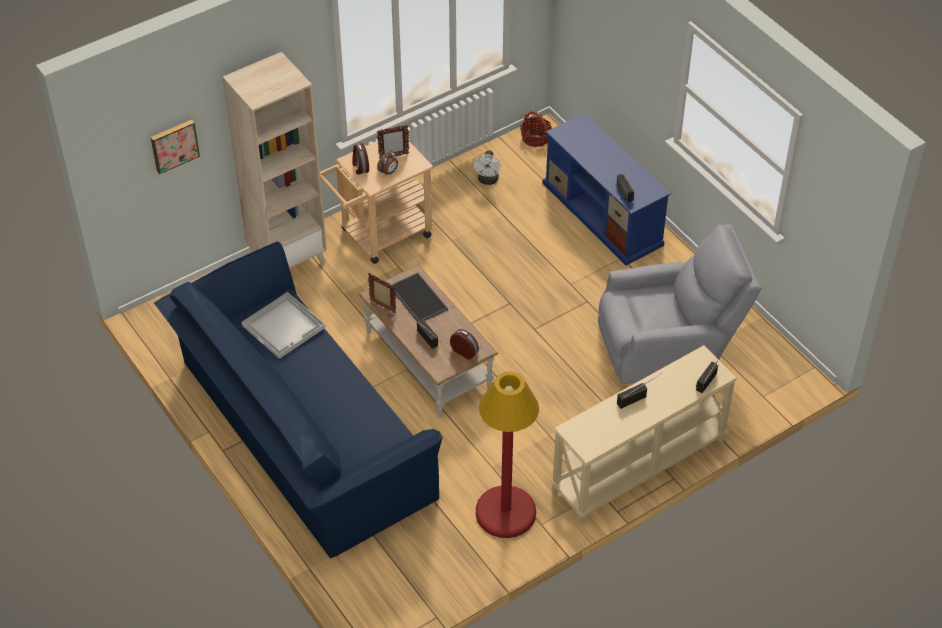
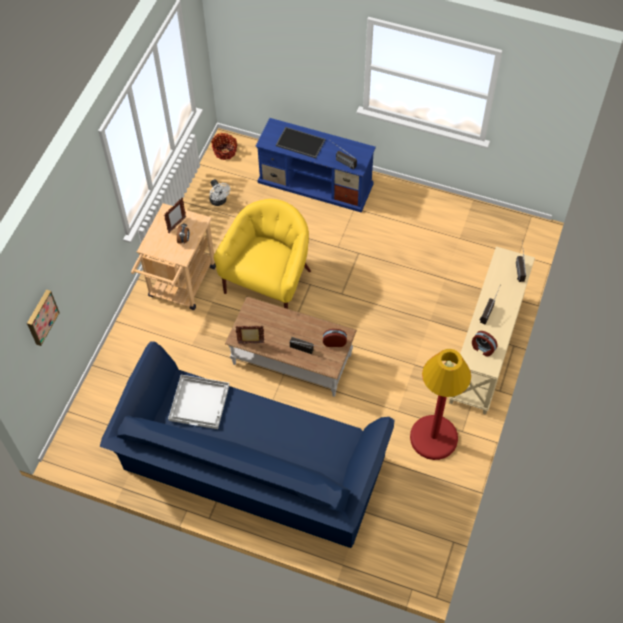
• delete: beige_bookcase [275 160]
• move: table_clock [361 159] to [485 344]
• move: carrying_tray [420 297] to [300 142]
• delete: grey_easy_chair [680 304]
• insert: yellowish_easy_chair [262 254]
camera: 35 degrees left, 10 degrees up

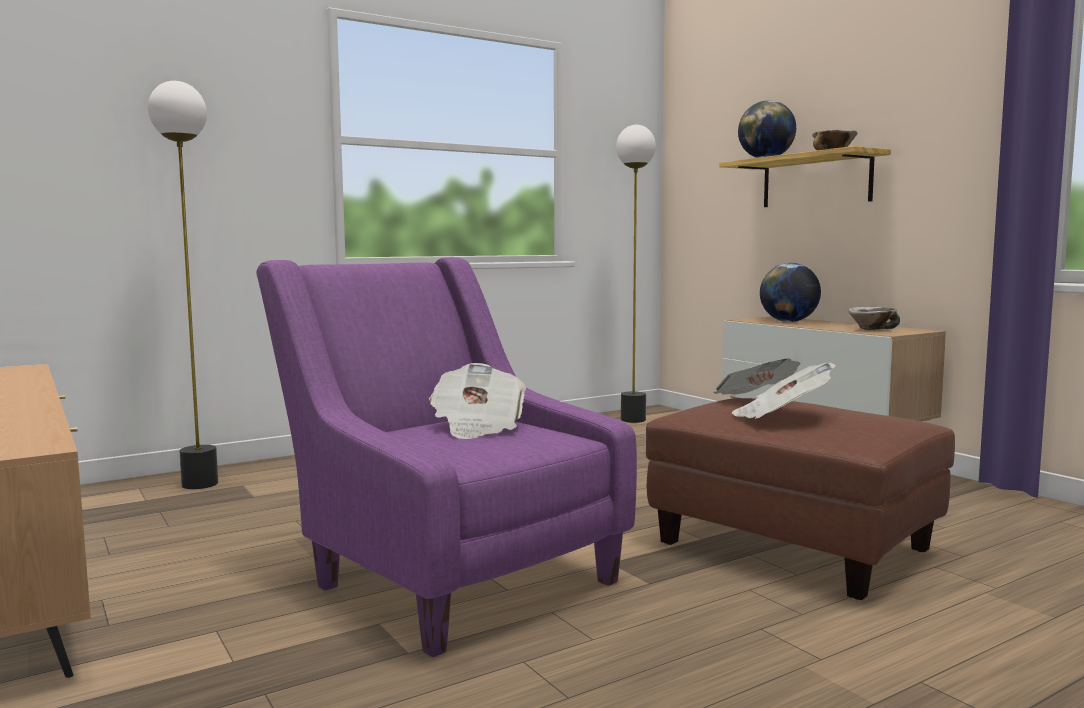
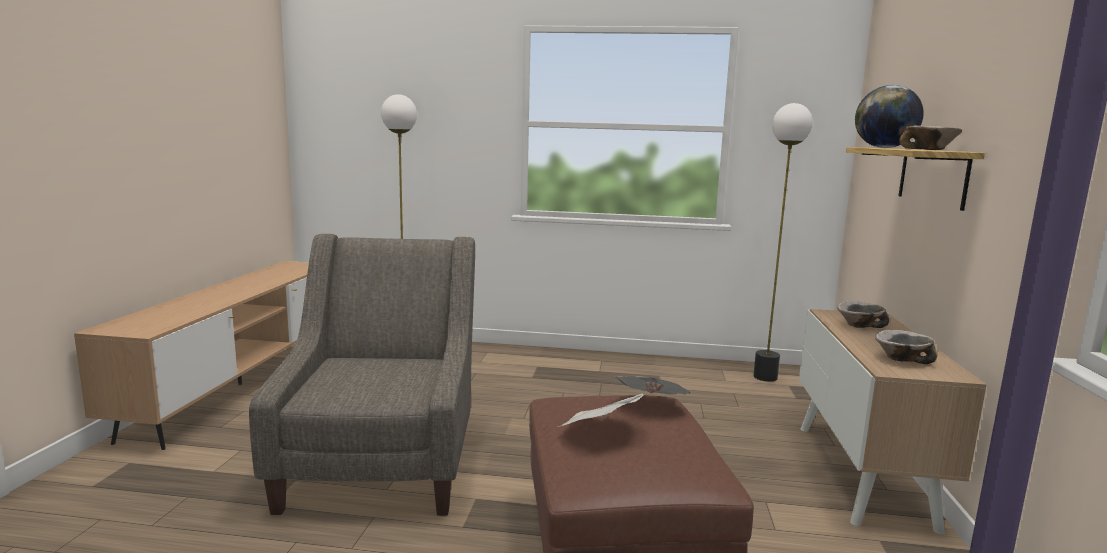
• recolor: purple_easy_chair [446 457] to grey_easy_chair [362 375]
• delete: daily_paper [477 401]
• replace: world_globe [790 292] to serving_bowl [863 314]
camera: 40 degrees right, 5 degrees up

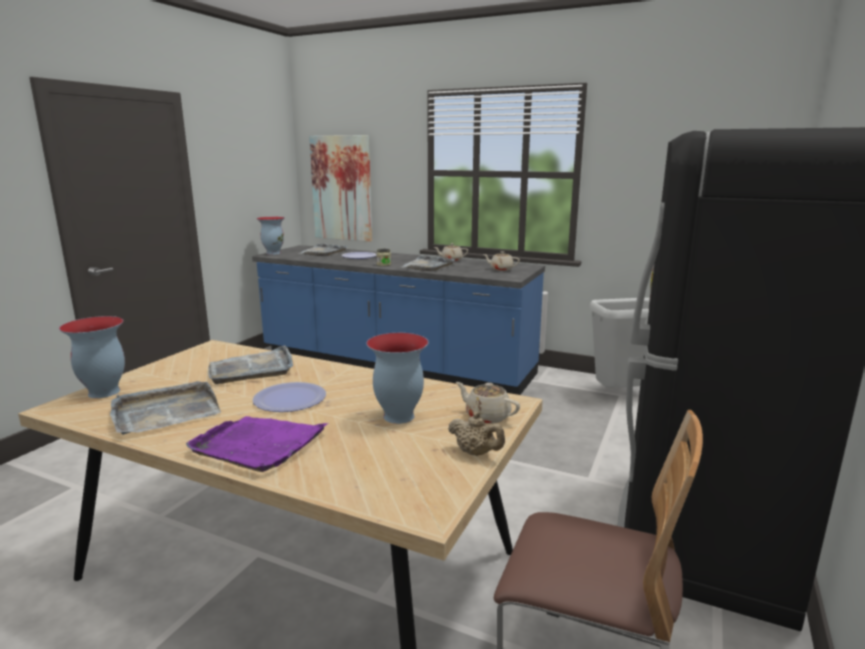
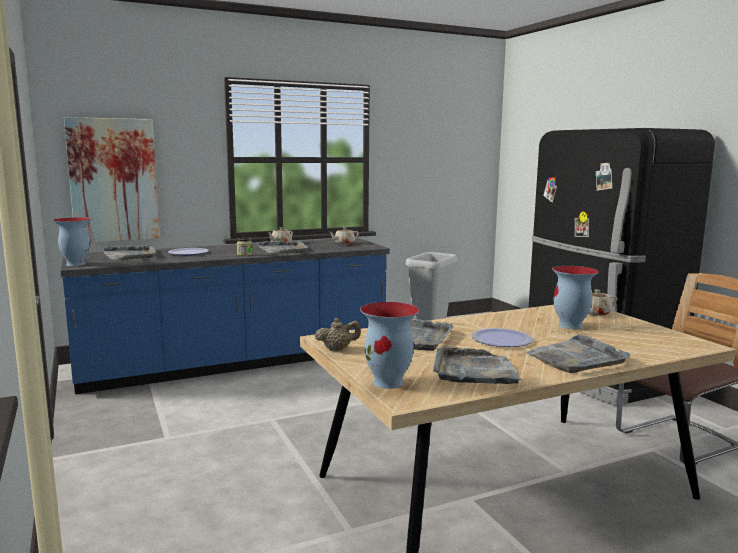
• recolor: purple_carrying_tray [257 444] to grey_carrying_tray [577 353]
• move: beige_pot_for_tea [476 434] to [338 334]
camera: 50 degrees left, 5 degrees down

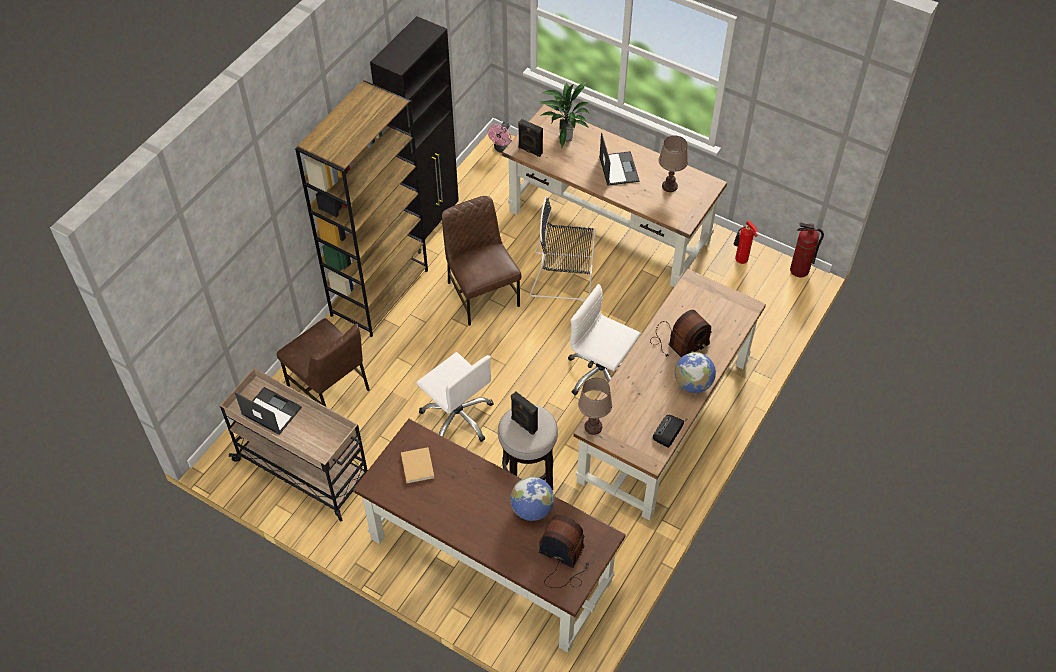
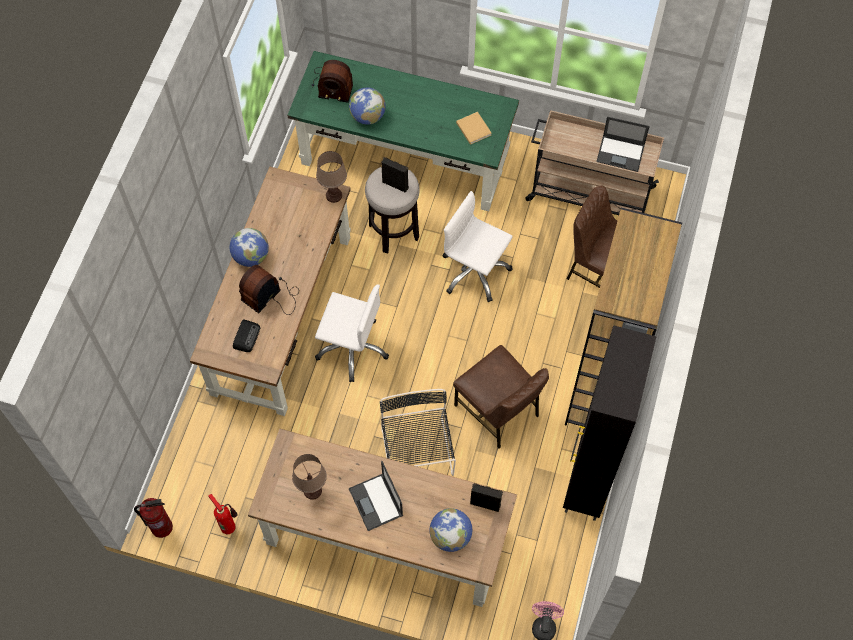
• recolor: brown_desk_unit [489 536] to greenish_desk_unit [403 131]
• rotate: black-coloured_chair [563 248] = [418 432] 90 degrees counterclockwise
• replace: plant_in_a_pot [565 114] to world_globe [451 530]
• move: radio_set [668 431] to [246 335]
camera: 165 degrees right, 10 degrees up

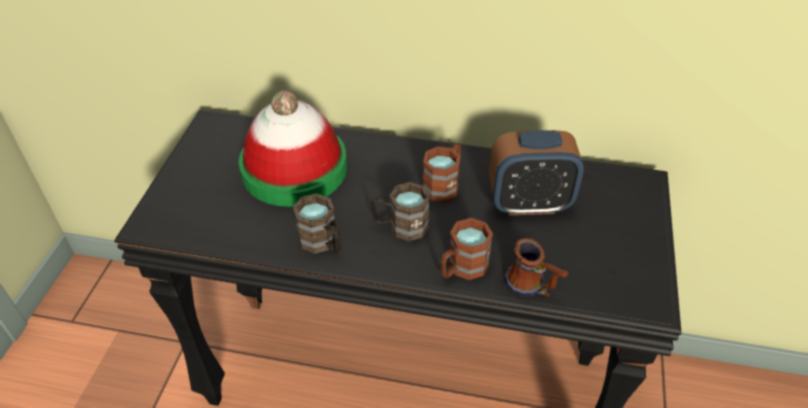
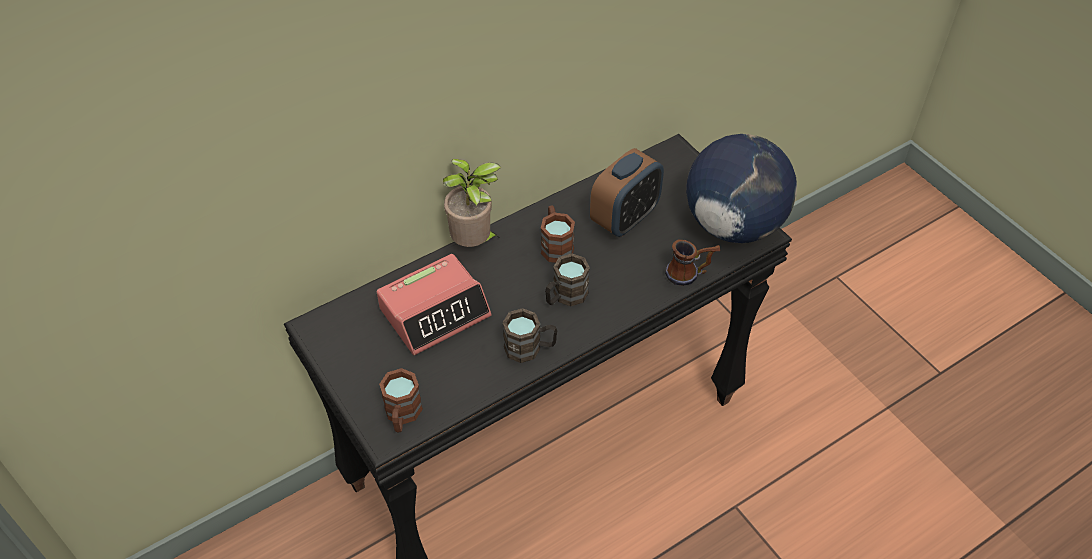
• replace: hat [293 148] to table_clock [434 304]
• move: brown_mug [467 249] to [401 400]
• insert: plant_in_a_pot [472 203]
• insert: world_globe [741 188]
camera: 45 degrees left, 5 degrees up

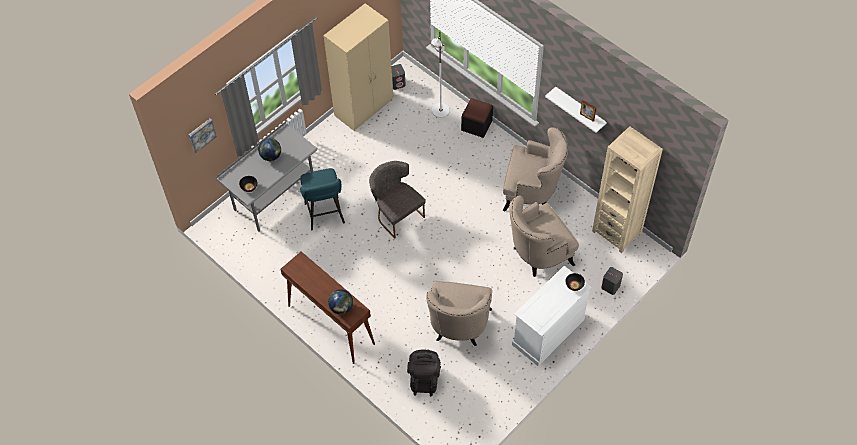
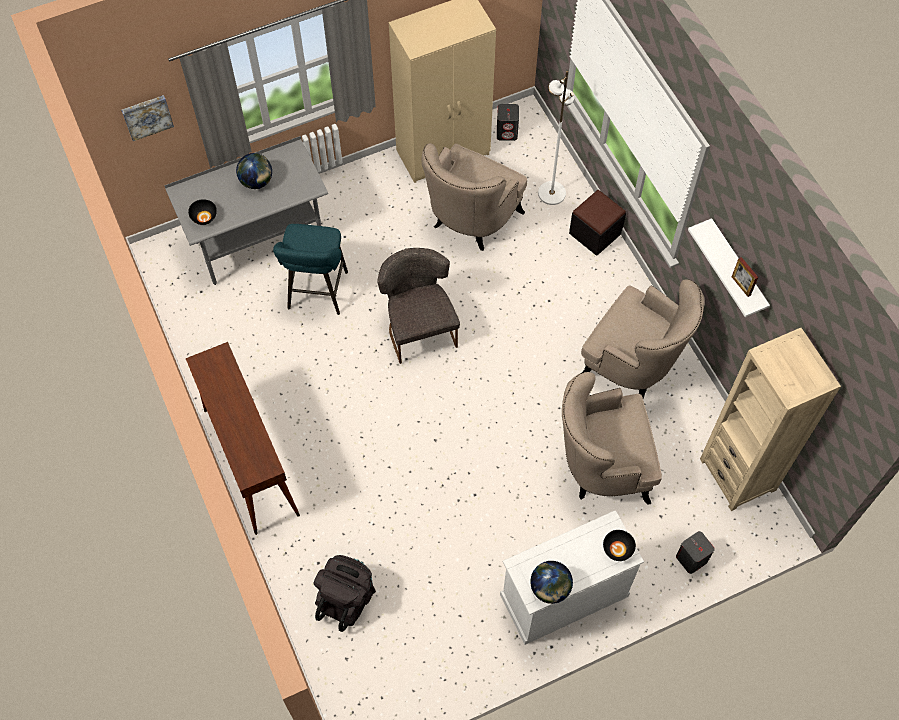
• move: world_globe [340 301] to [551 582]
• move: beige_easy_chair [459 313] to [474 197]
camera: 20 degrees right, 5 degrees up

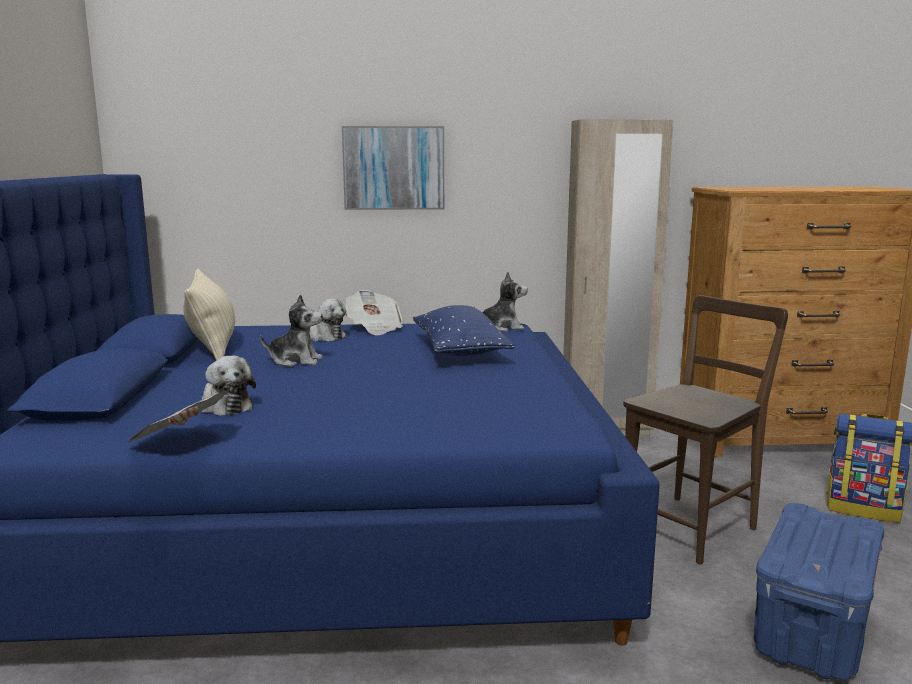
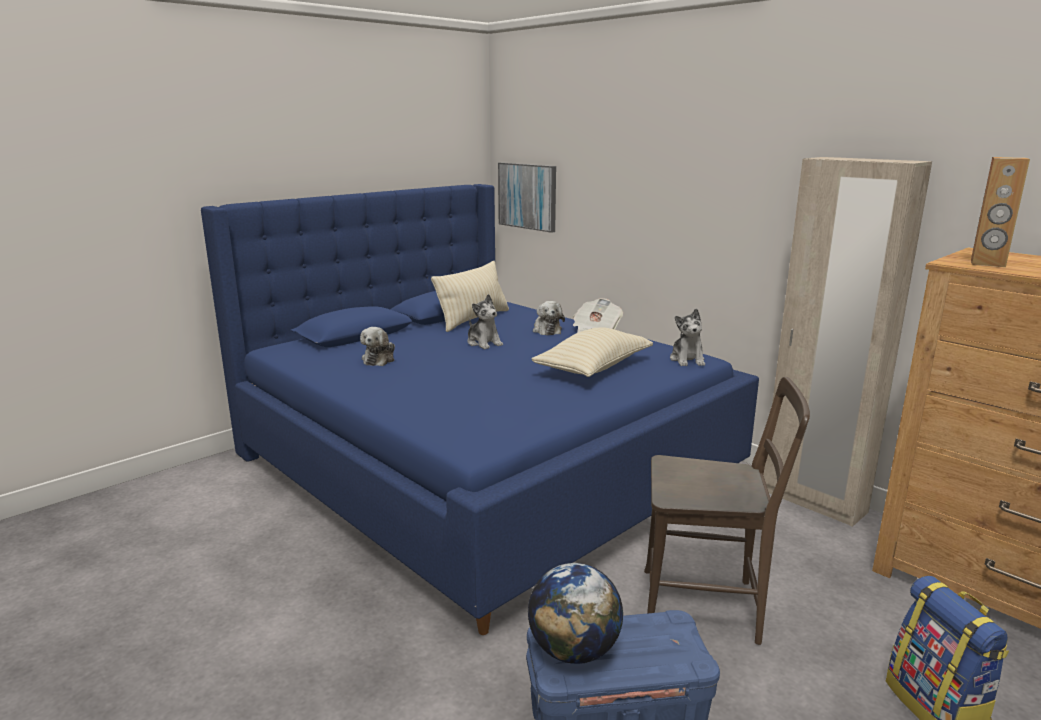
• delete: daily_paper [177 417]
• move: wall_art [393 168] to [527 197]
• recolor: blue-coloured_cushion [464 330] to beige_cushion [592 352]
• rotate: plush_toy [501 302] = [687 337] 45 degrees clockwise
• insert: world_globe [575 613]
• insert: brown_audio_speaker [1000 212]
camera: 50 degrees right, 5 degrees up

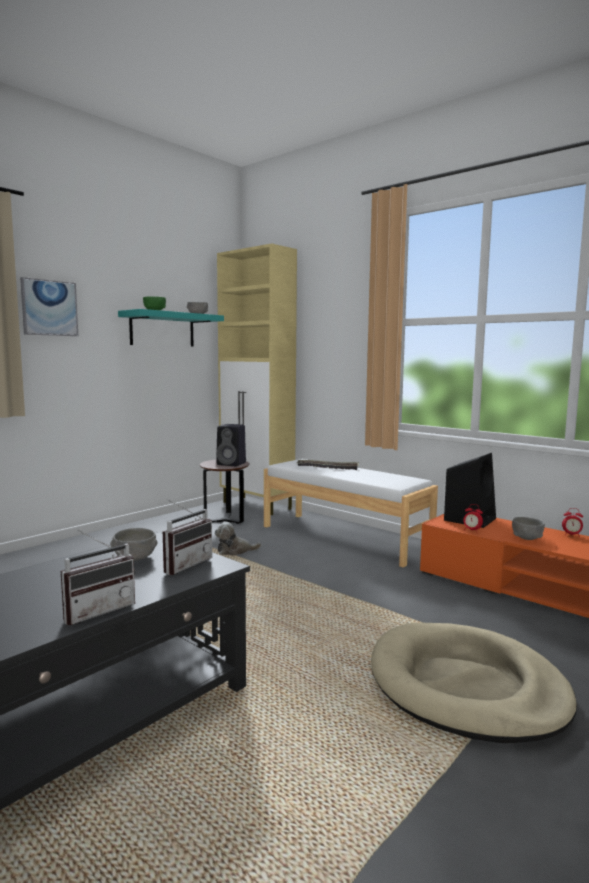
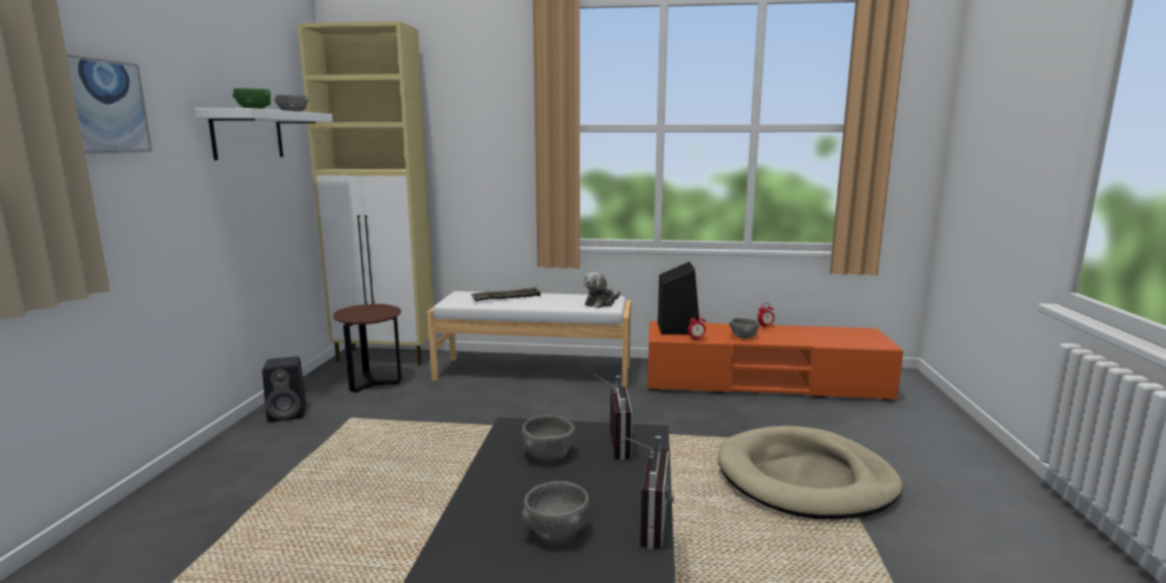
• recolor: blue-green_wall_shelf [171 327] to white-coloured_wall_shelf [263 134]
• move: plush_toy [238 539] to [601 290]
• move: black-coloured_audio_speaker [231 445] to [284 389]
• insert: grey_serving_bowl [556 511]
camera: 35 degrees left, 5 degrees up

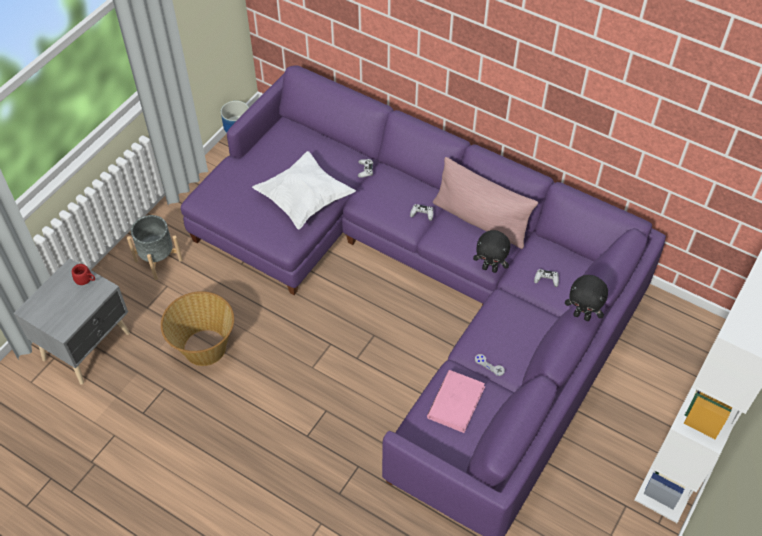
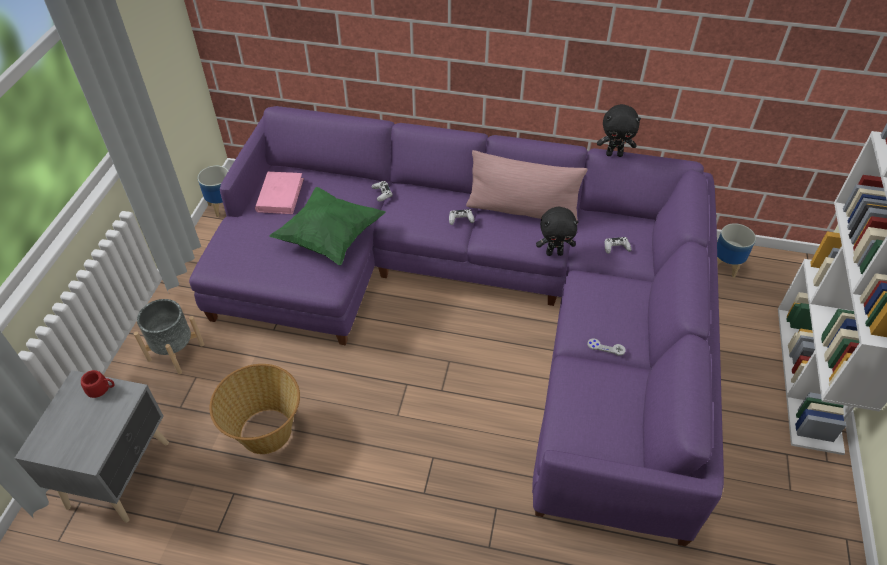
• recolor: white-coloured_cushion [304 190] to greenish_cushion [327 226]
• move: pinkish_bound_book [456 401] to [279 193]
• move: black-coloured_plush_toy [586 298] to [619 130]
• insert: flower_pot [736 250]
camera: 20 degrees left, 5 degrees down

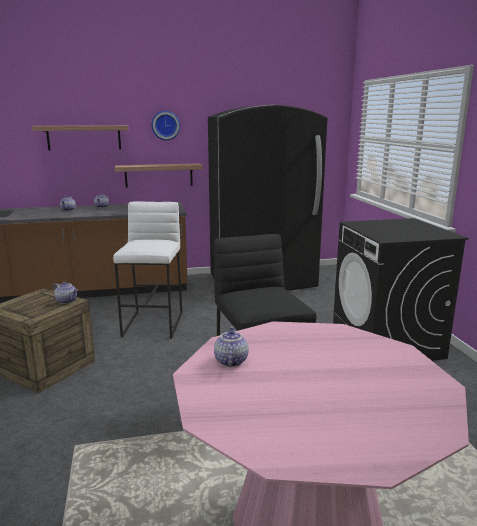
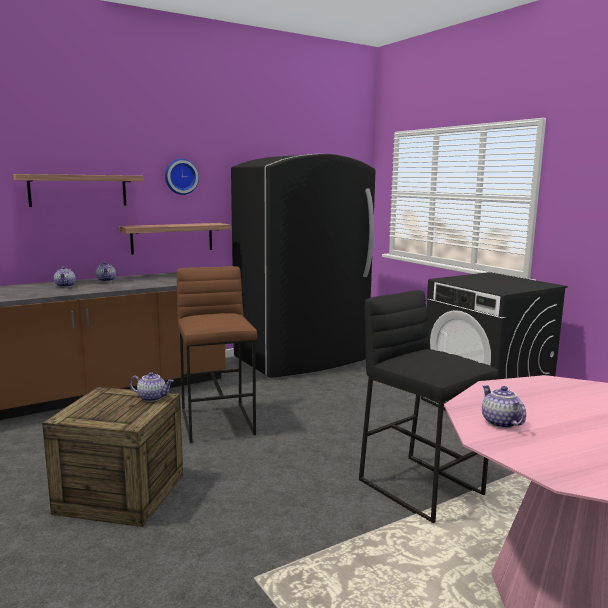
• recolor: white-coloured_sitting_stool [147 270] to brown_sitting_stool [217 354]
camera: 20 degrees left, 5 degrees down

